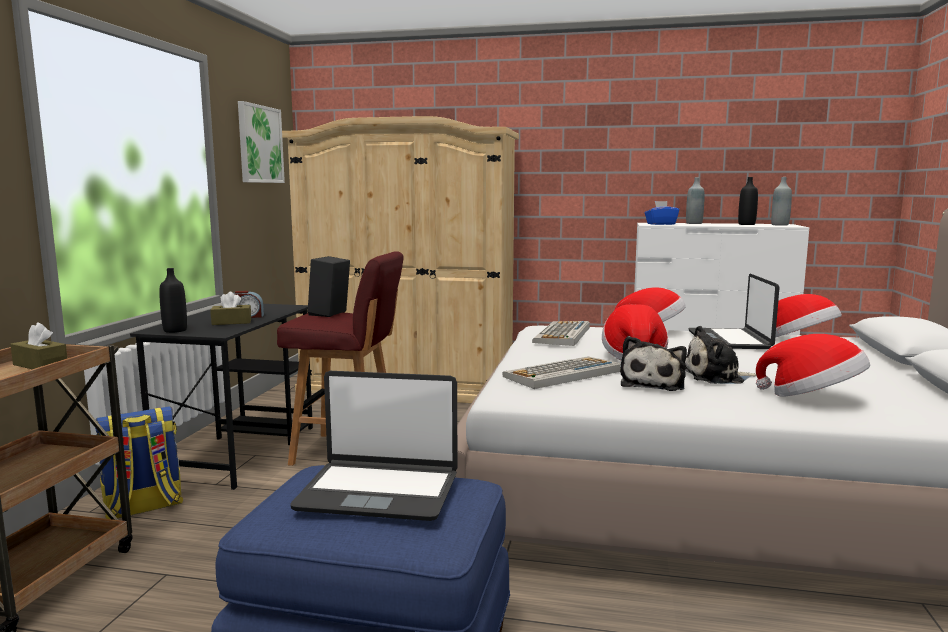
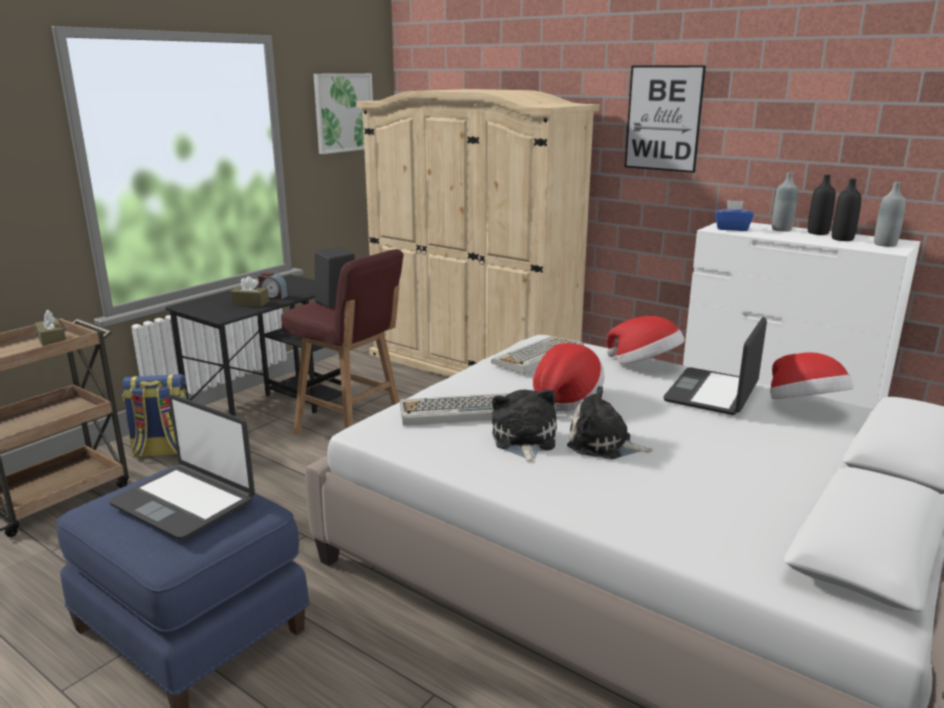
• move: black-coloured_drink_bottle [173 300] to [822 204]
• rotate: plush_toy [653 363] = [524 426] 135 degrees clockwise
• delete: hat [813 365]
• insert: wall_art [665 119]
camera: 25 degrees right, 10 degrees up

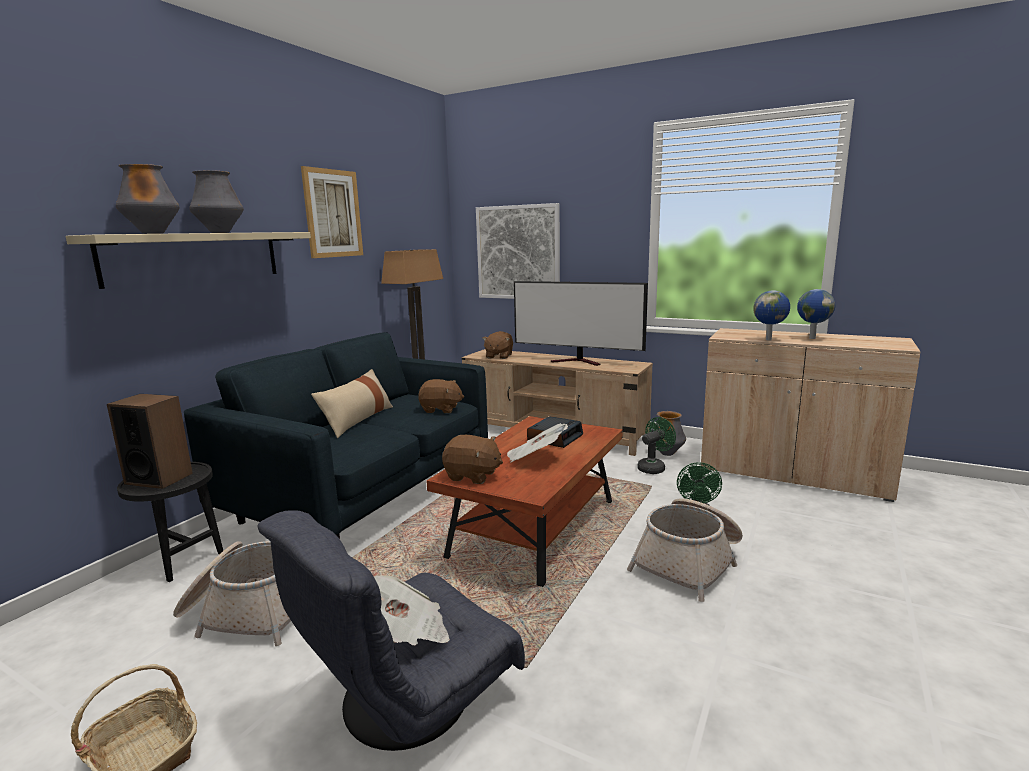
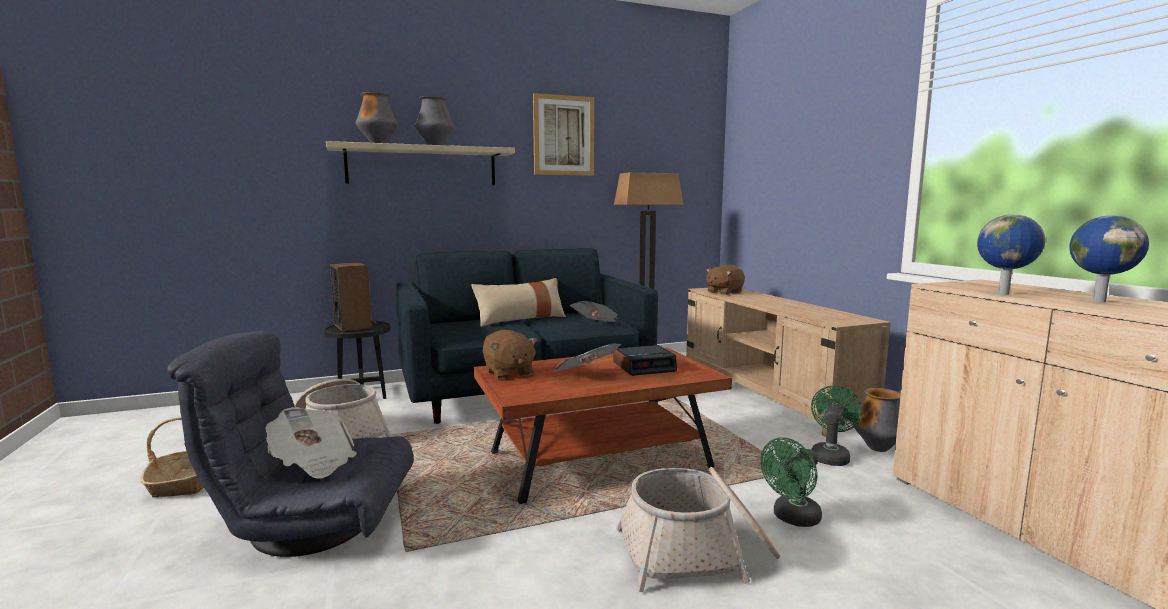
• replace: brown_plush_toy [441 396] to daily_paper [594 311]
• delete: wall_art [518 251]
• delete: television [581 323]
• rotate: greenish_electric_fan [656 445] = [836 426] 60 degrees counterclockwise
camera: 40 degrees right, 5 degrees down

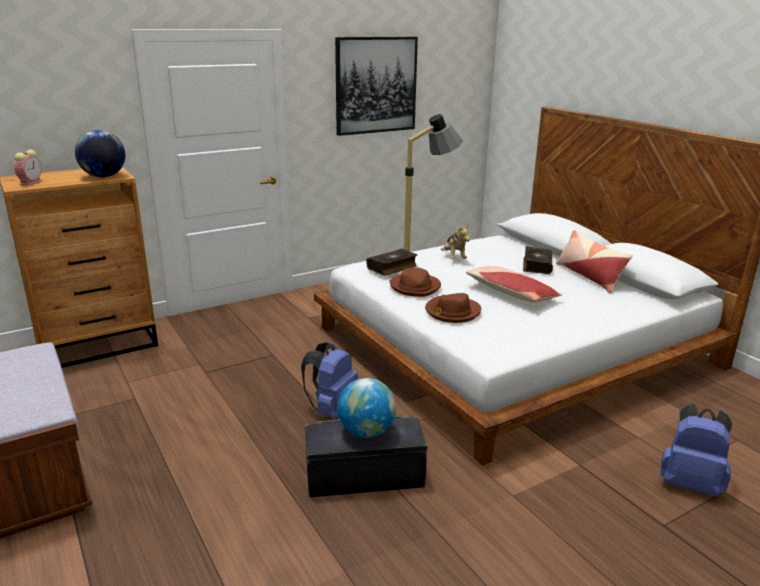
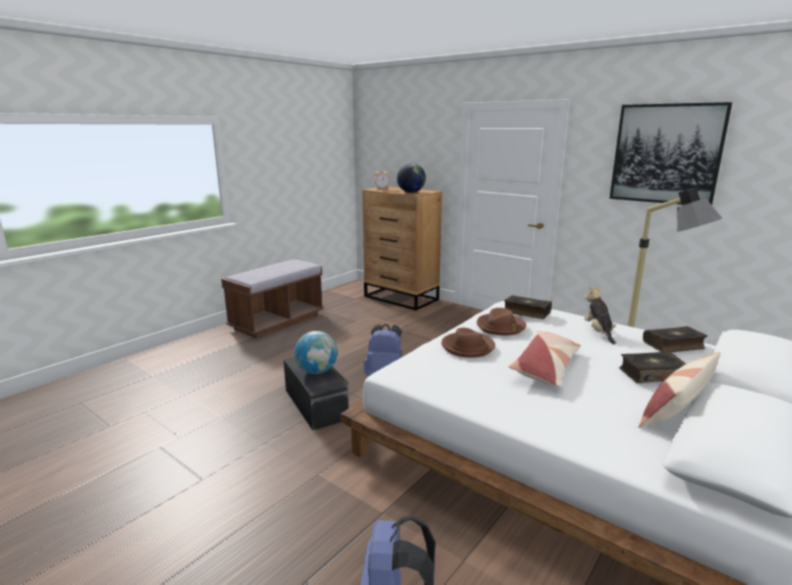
• rotate: plush_toy [455 242] = [600 315] 120 degrees clockwise
• insert: bound_book [675 339]
camera: 70 degrees right, 5 degrees down

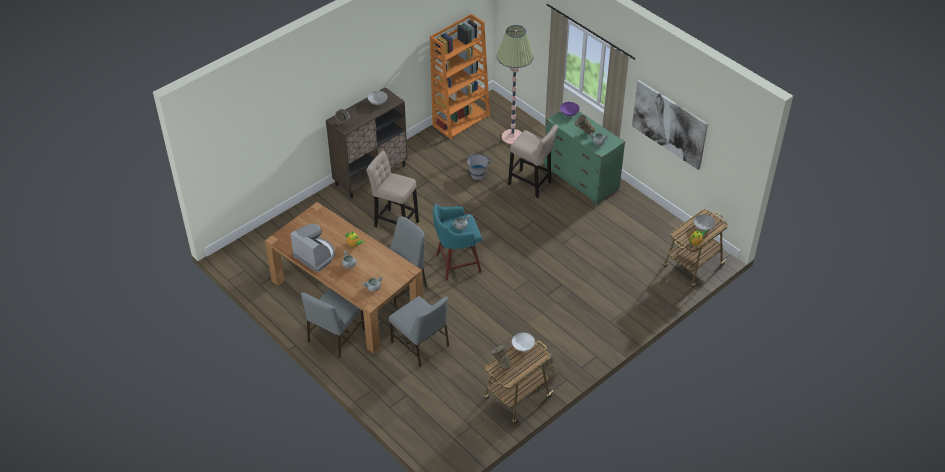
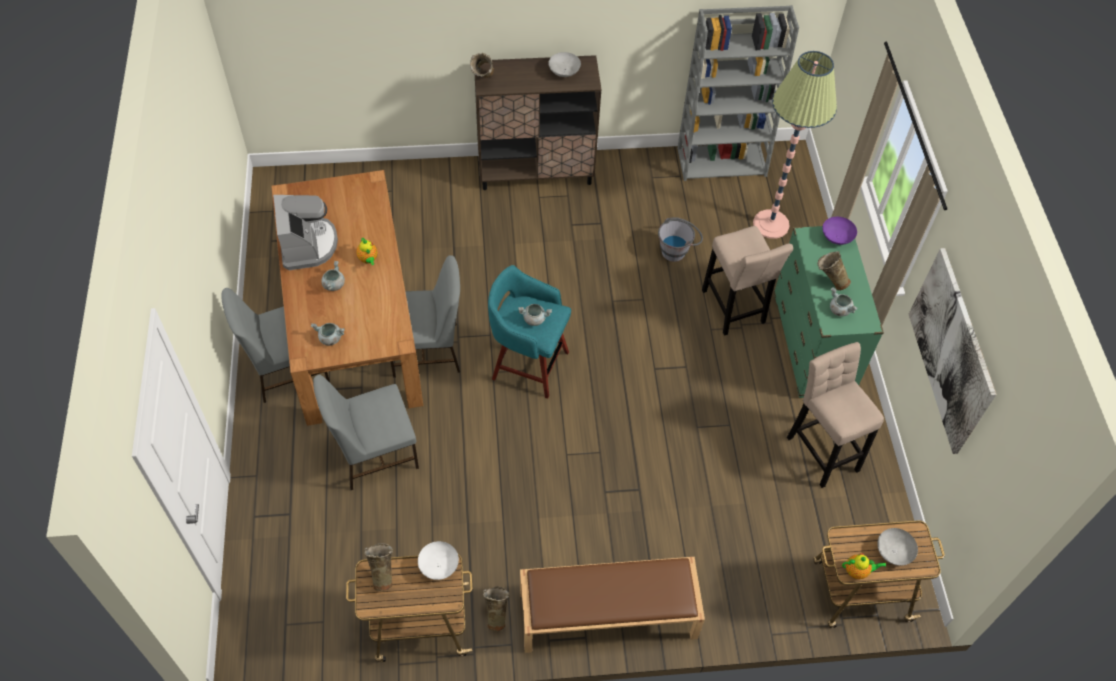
• move: beige_sitting_stool [392 189] to [835 415]
• rotate: grey_chair [419 331] = [366 432] 75 degrees clockwise
• recolor: orange-coloured_bookcase [460 76] to grey_bookcase [738 93]
• insert: brown_long_seat [612 605]
camera: 35 degrees right, 10 degrees up

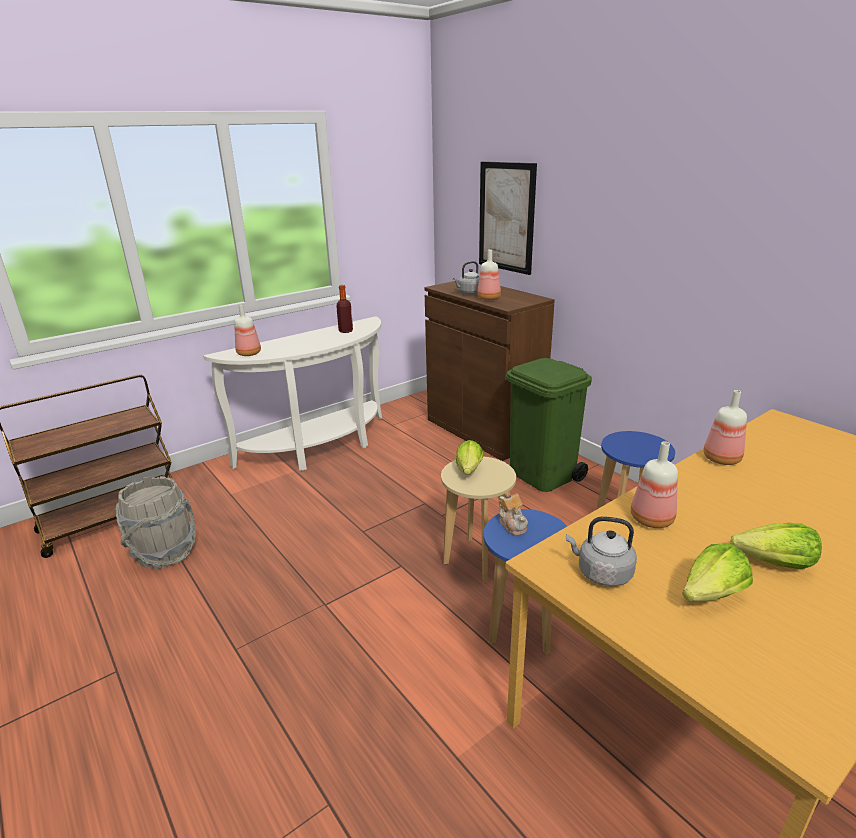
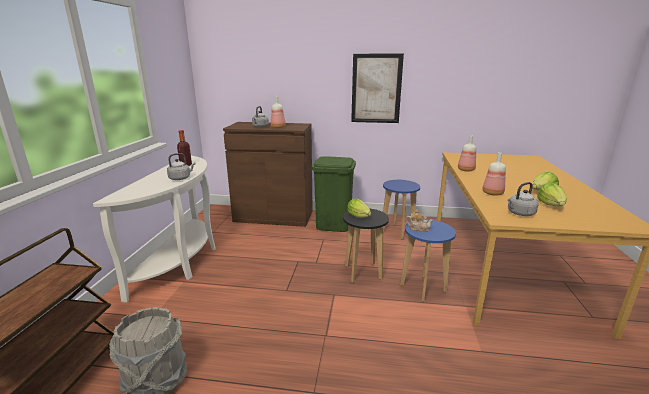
• delete: drink_bottle [247 330]
• recolor: beige_sitting_stool [478 519] to black-coloured_sitting_stool [366 245]
• move: wall_art [508 218] to [377 88]
• insert: grey_water_kettle [181 166]
camera: 45 degrees left, 5 degrees down

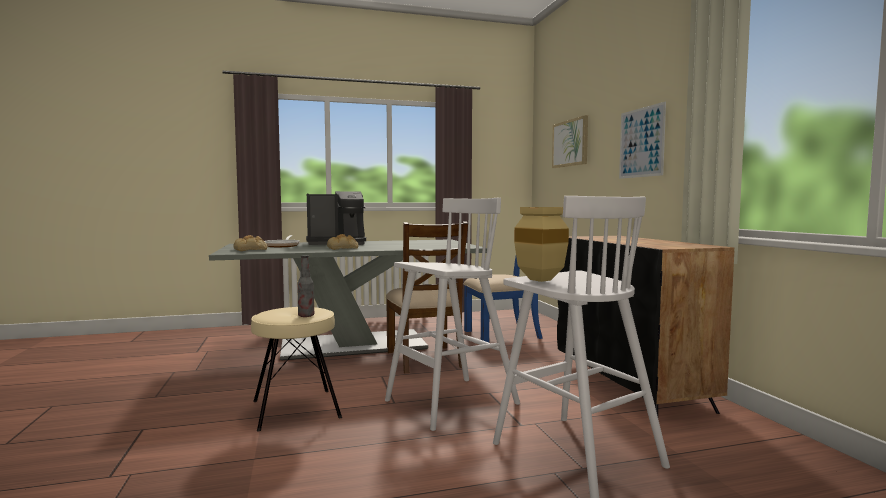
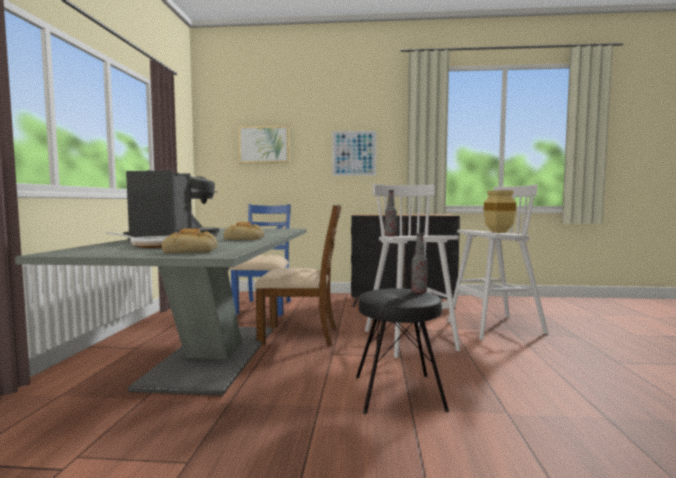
• recolor: beige_sitting_stool [296 369] to black-coloured_sitting_stool [402 351]
• insert: drink_bottle [391 213]
camera: 70 degrees left, 0 degrees up

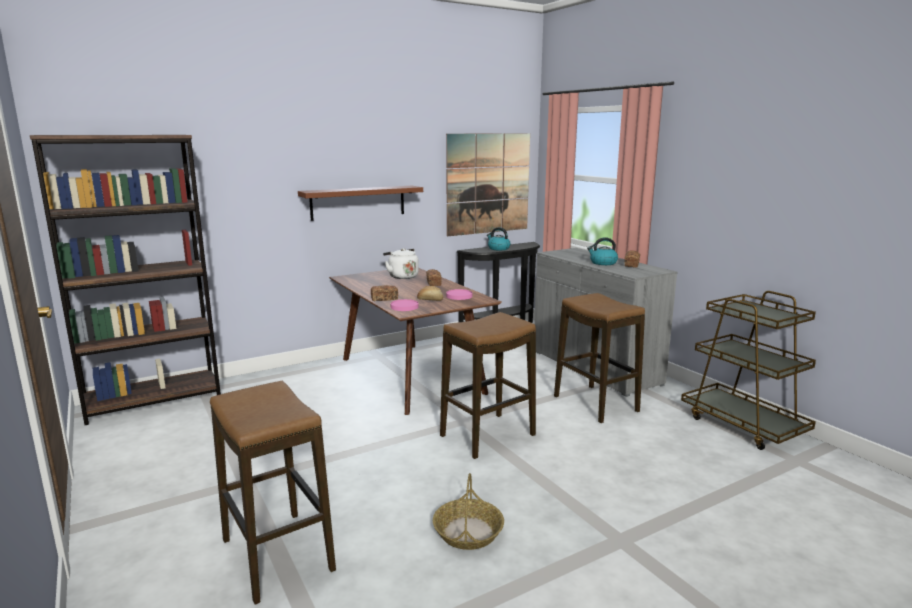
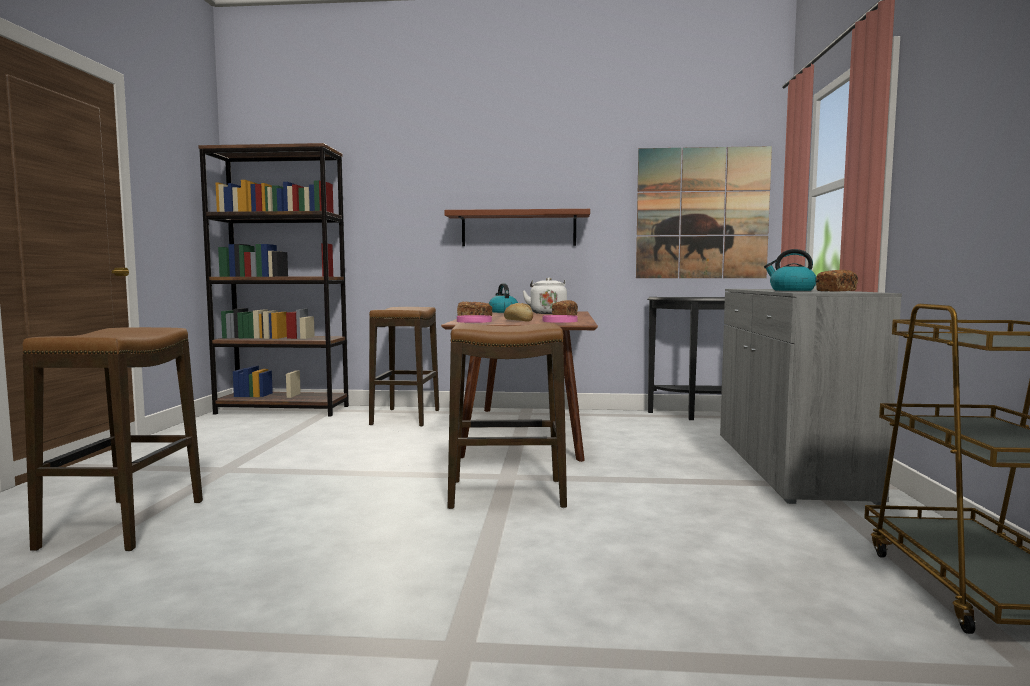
• delete: storage_basket [468 511]
• move: water_kettle [499 238] to [503 298]
• move: sitting_stool [599 358] to [404 367]
camera: 35 degrees right, 10 degrees down

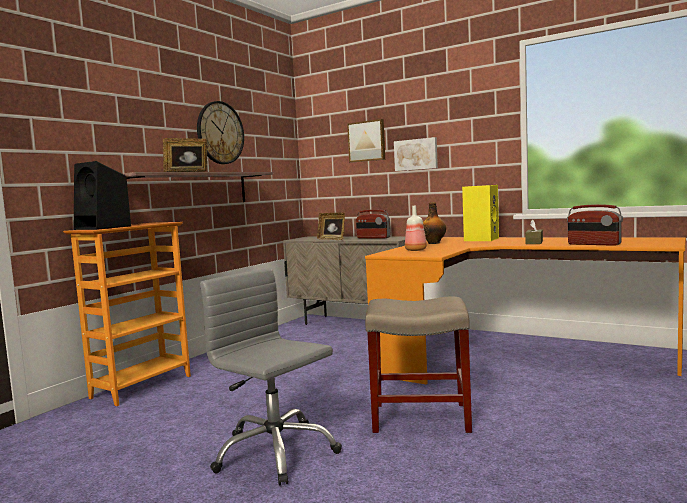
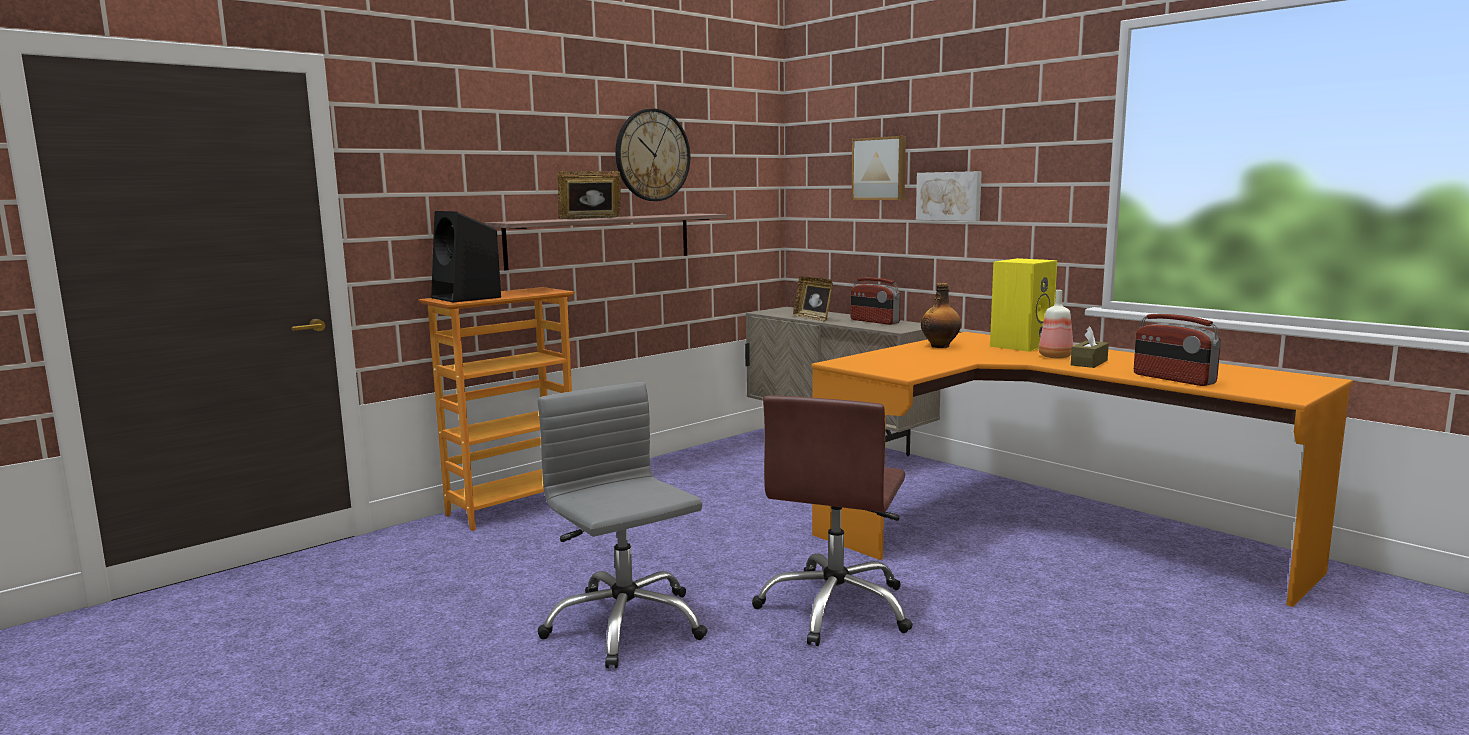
• replace: beige_sitting_stool [418 364] to brown_desk_chair [832 520]
• move: drink_bottle [416 228] to [1056 324]
camera: 15 degrees right, 5 degrees up

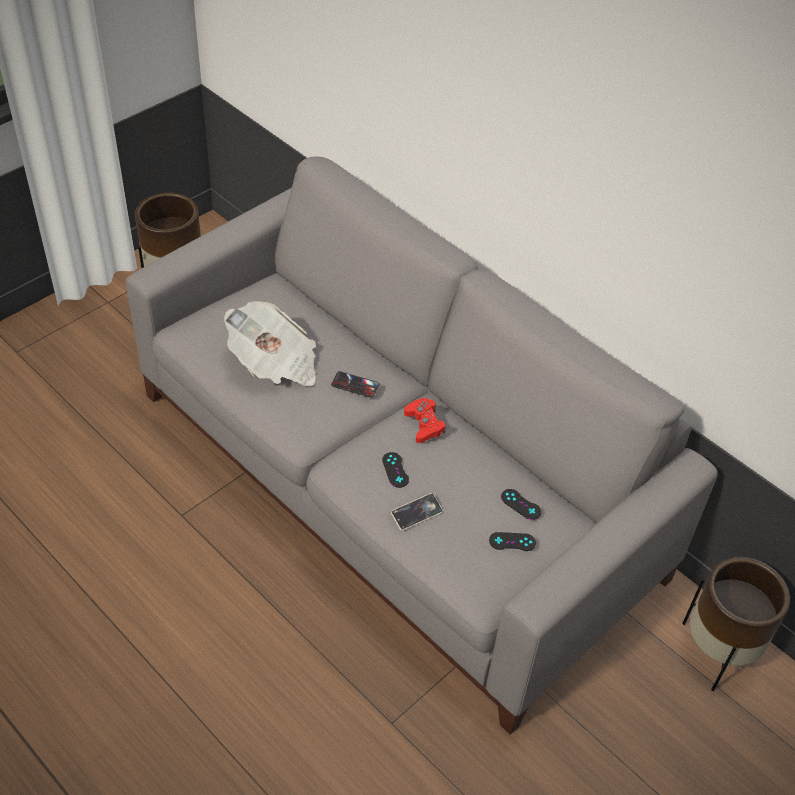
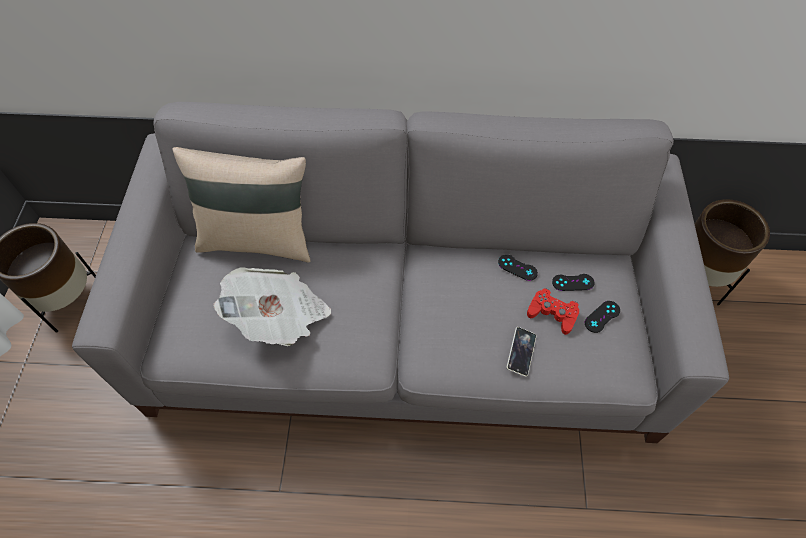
• delete: handset [355 384]
• move: black-coloured_joypad [395 470] to [518 267]
• move: red_joypad [425 420] to [553 311]
• insert: beige_cushion [241 205]
camera: 40 degrees left, 10 degrees up

